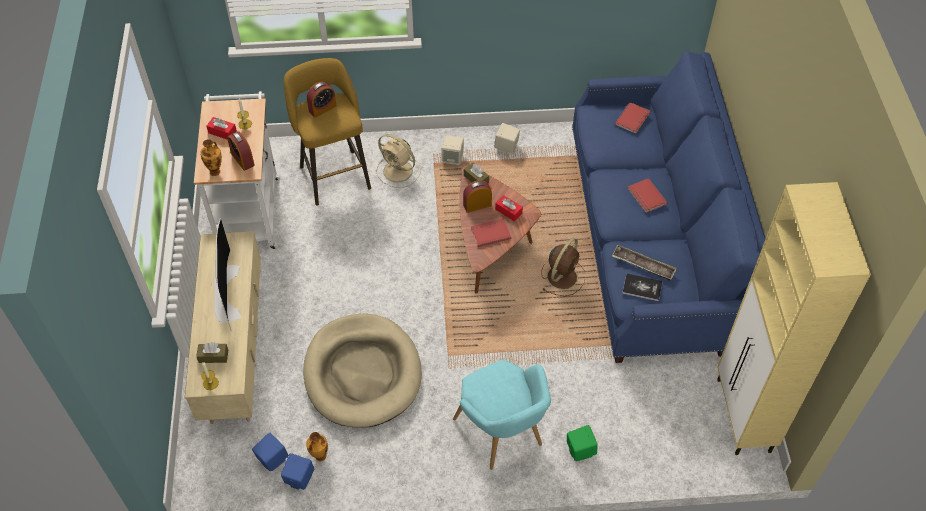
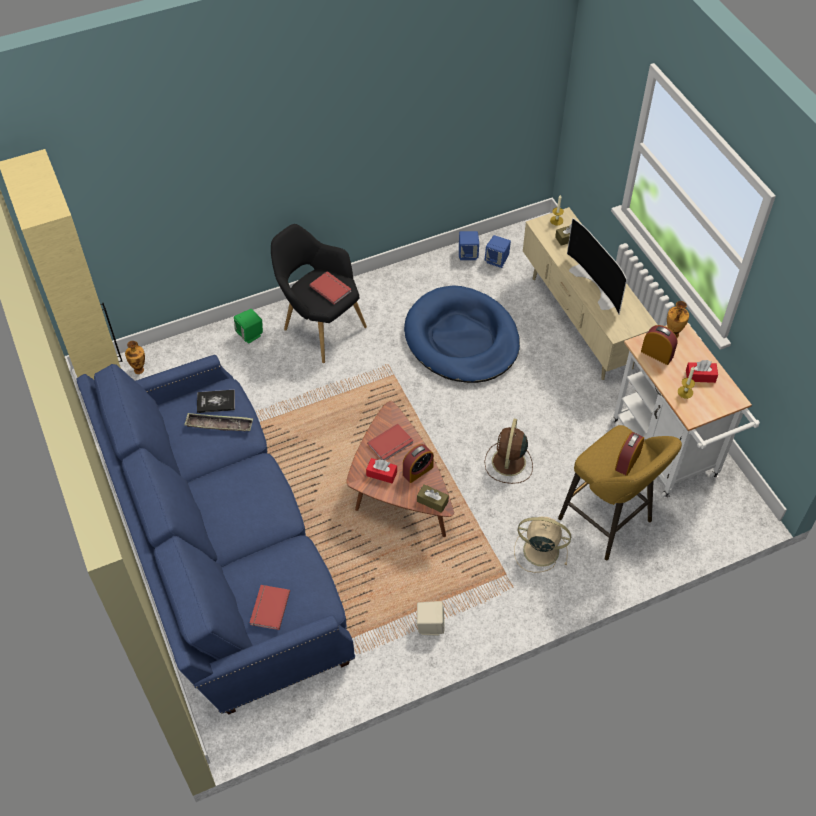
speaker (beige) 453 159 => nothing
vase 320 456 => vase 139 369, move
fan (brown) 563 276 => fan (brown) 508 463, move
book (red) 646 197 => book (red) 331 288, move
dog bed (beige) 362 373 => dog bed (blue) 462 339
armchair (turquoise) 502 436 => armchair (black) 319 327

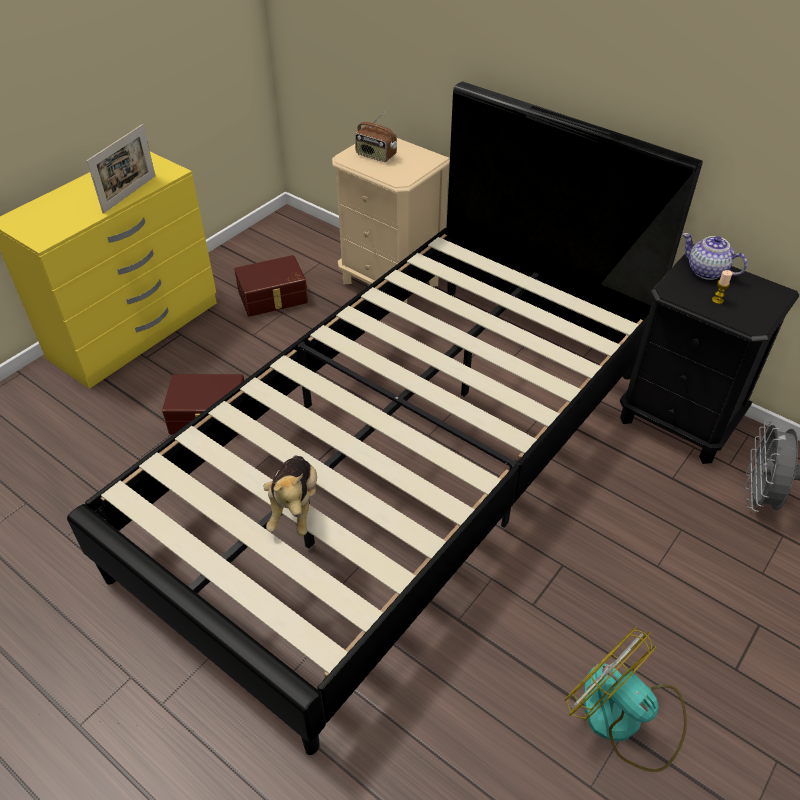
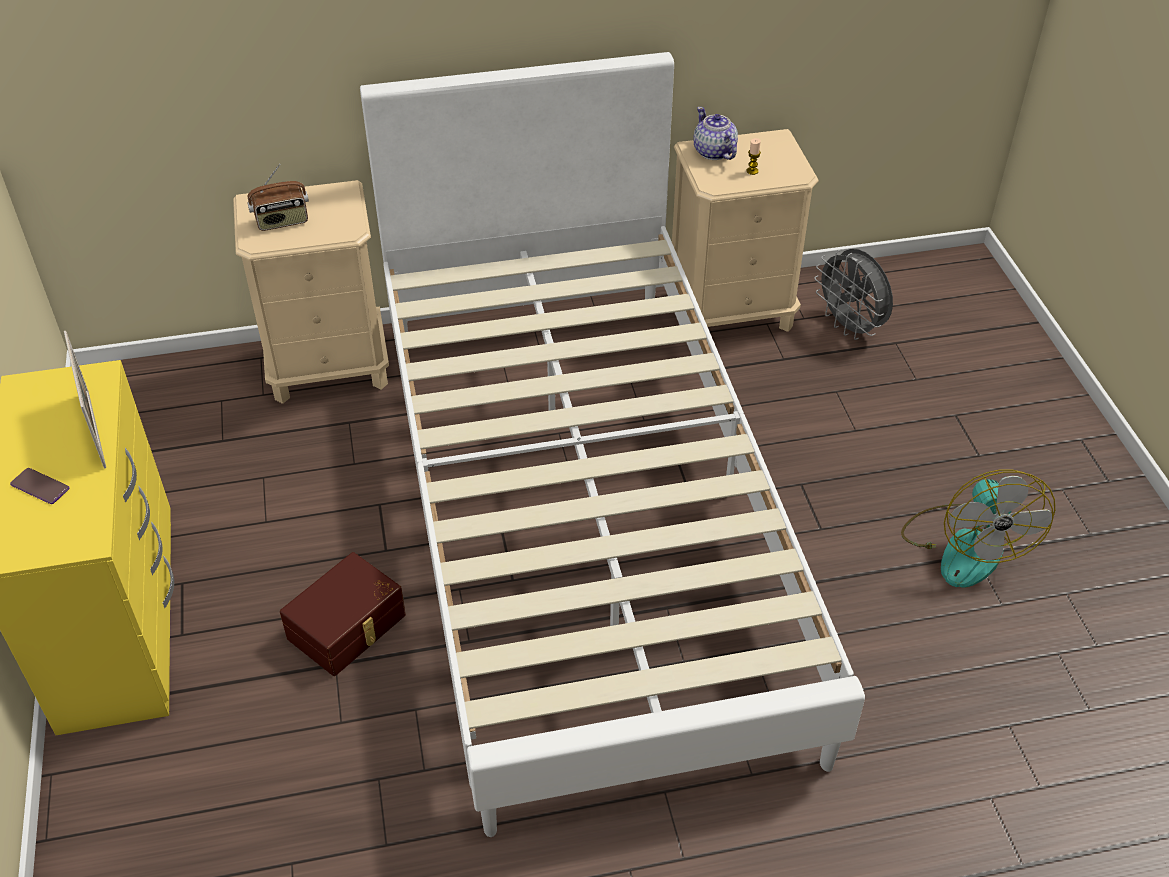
storage box (brown) 273 297 => nothing
plush toy 294 507 => nothing
nothing => phone 40 487
bed (black) 400 465 => bed (white) 584 516
nightstand (black) 678 421 => nightstand (beige) 731 311
fan 625 718 => fan 965 545, 90 degrees counterclockwise
teapot 707 271 => teapot 714 152, 75 degrees clockwise

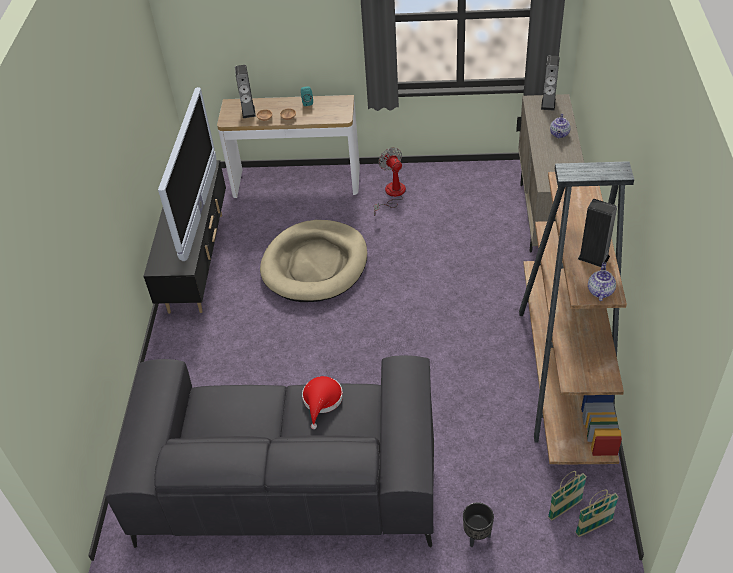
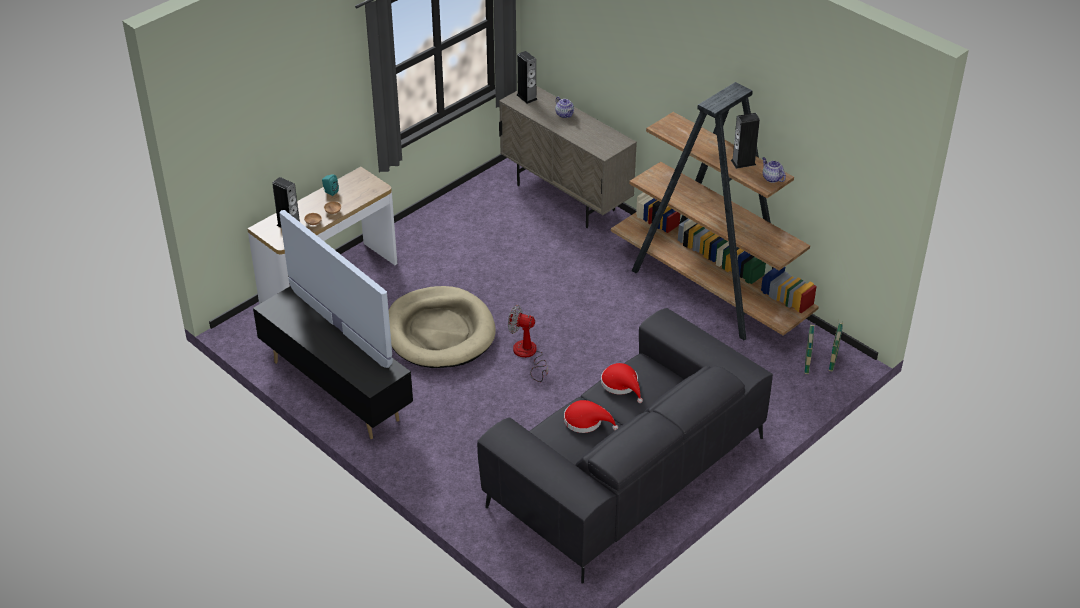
planter (black) 476 536 => nothing
nothing => hat (red) 586 421
fan 392 194 => fan 528 355, move

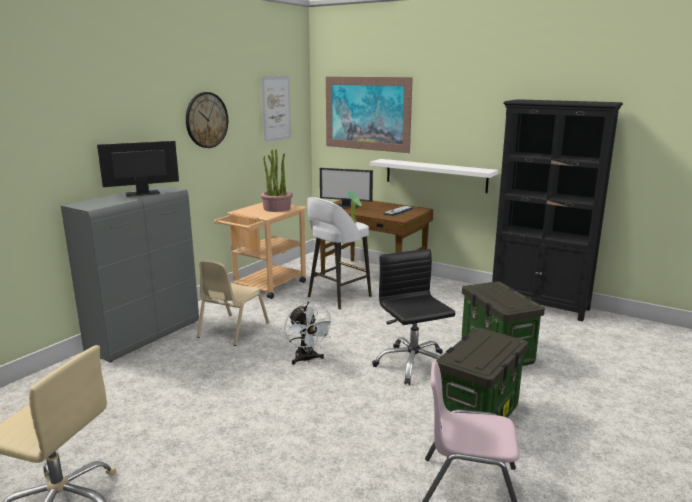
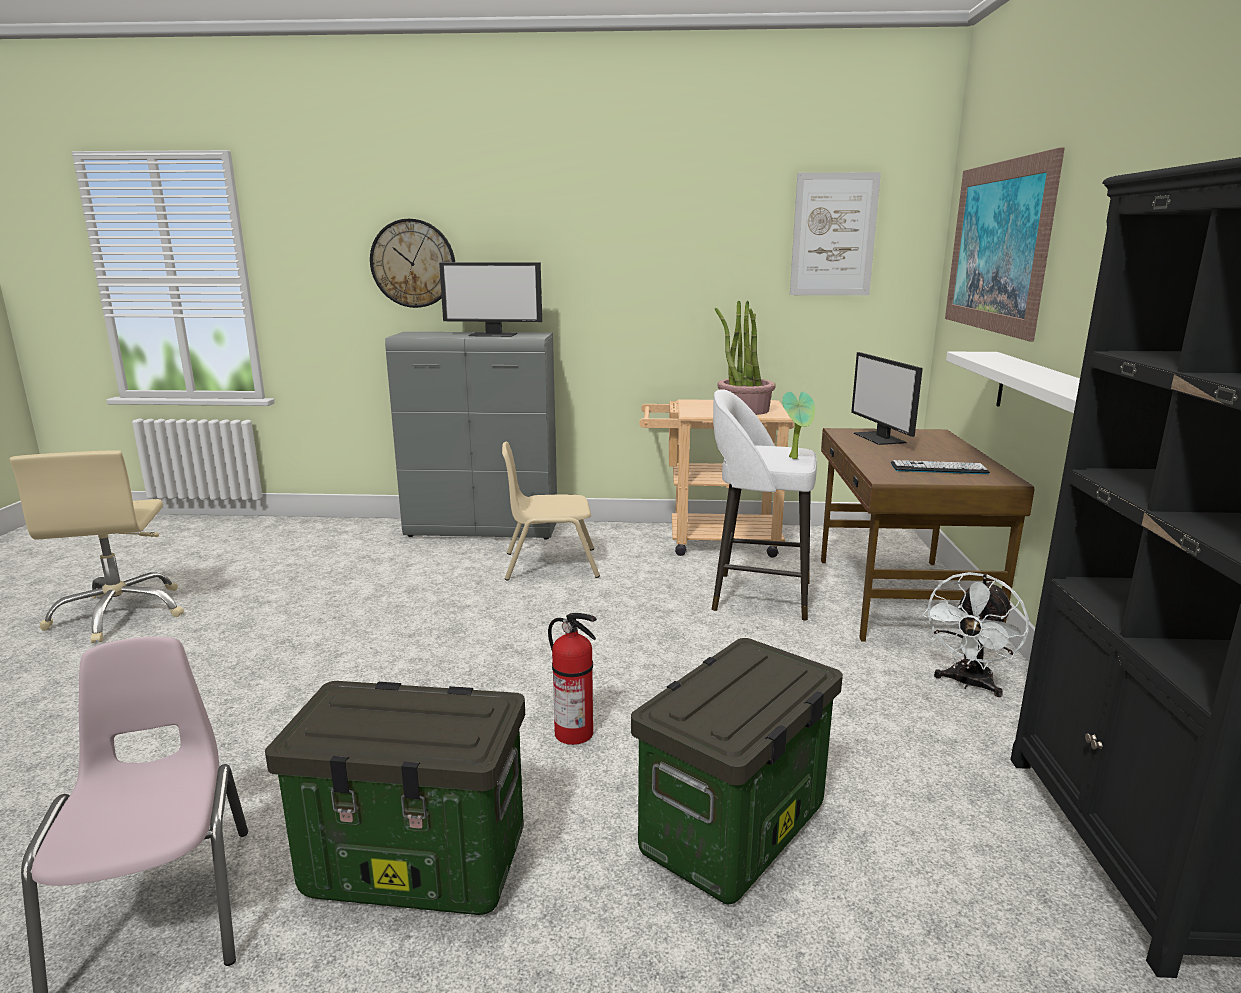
wall clock 206 120 => wall clock 413 263, move
fan (white) 307 359 => fan (white) 968 684, move
office chair (black) 412 364 => fire extinguisher 575 733
monitor 142 193 => monitor 494 334, 150 degrees clockwise

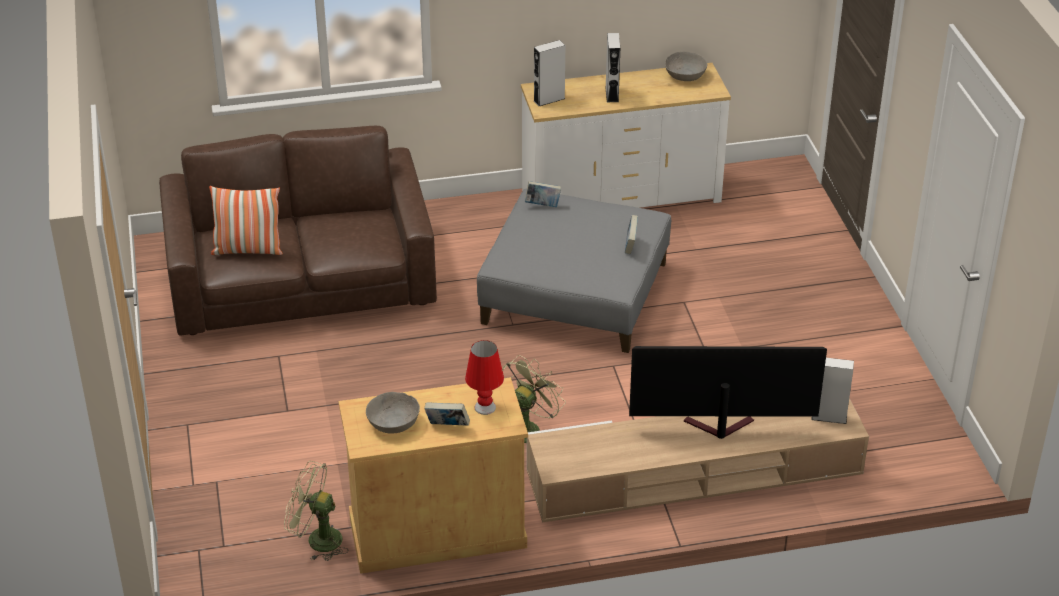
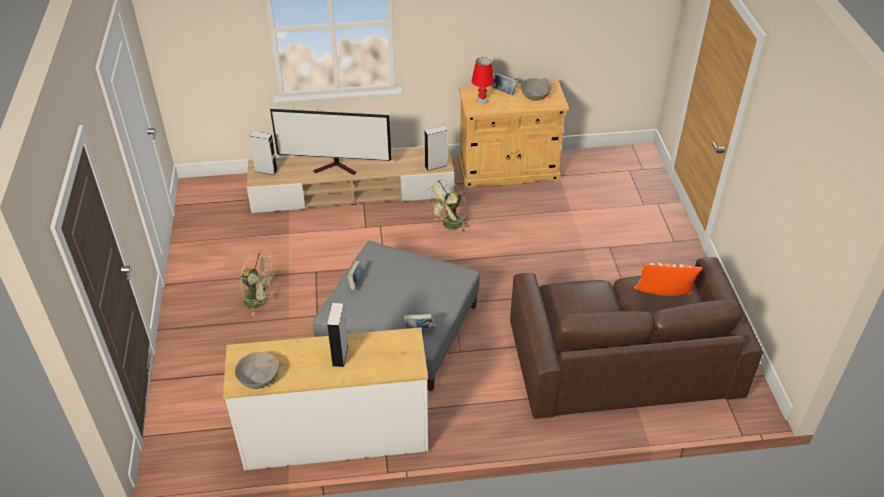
fan (green) 317 540 => fan (green) 260 301, move
speaker (grey) 549 99 => speaker (grey) 436 165, move

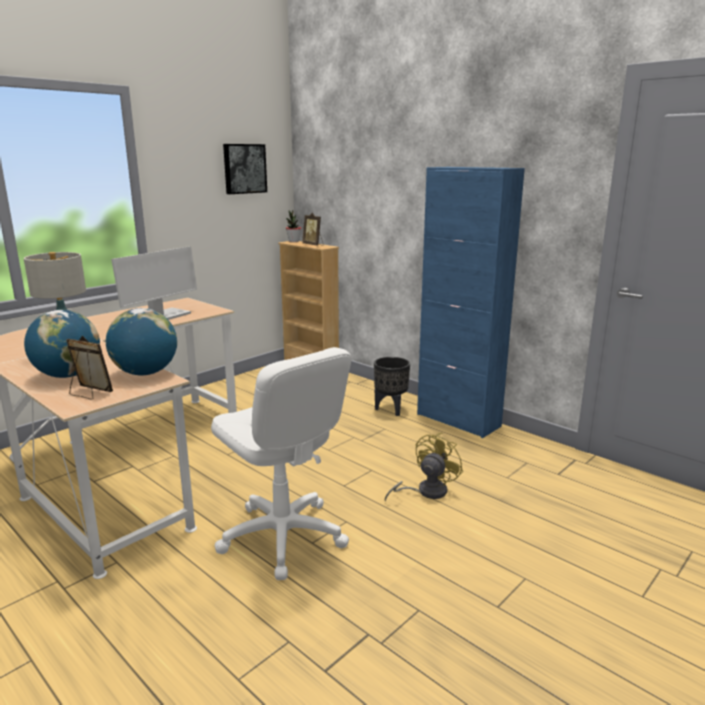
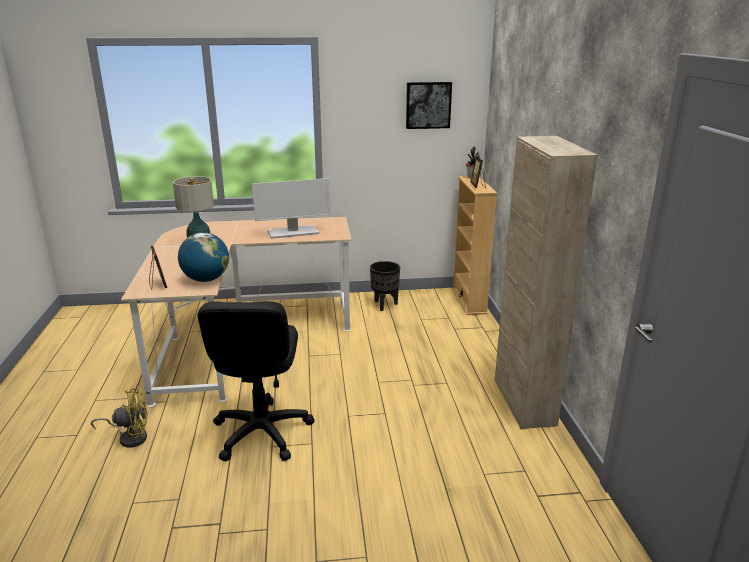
globe 68 375 => nothing
planter (black) 391 409 => planter (black) 385 305, move
fan (yellow) 425 492 => fan (yellow) 130 437, move
office chair (white) 282 537 => office chair (black) 261 432
cabinet (blue) 458 420 => cabinet (beige) 524 402

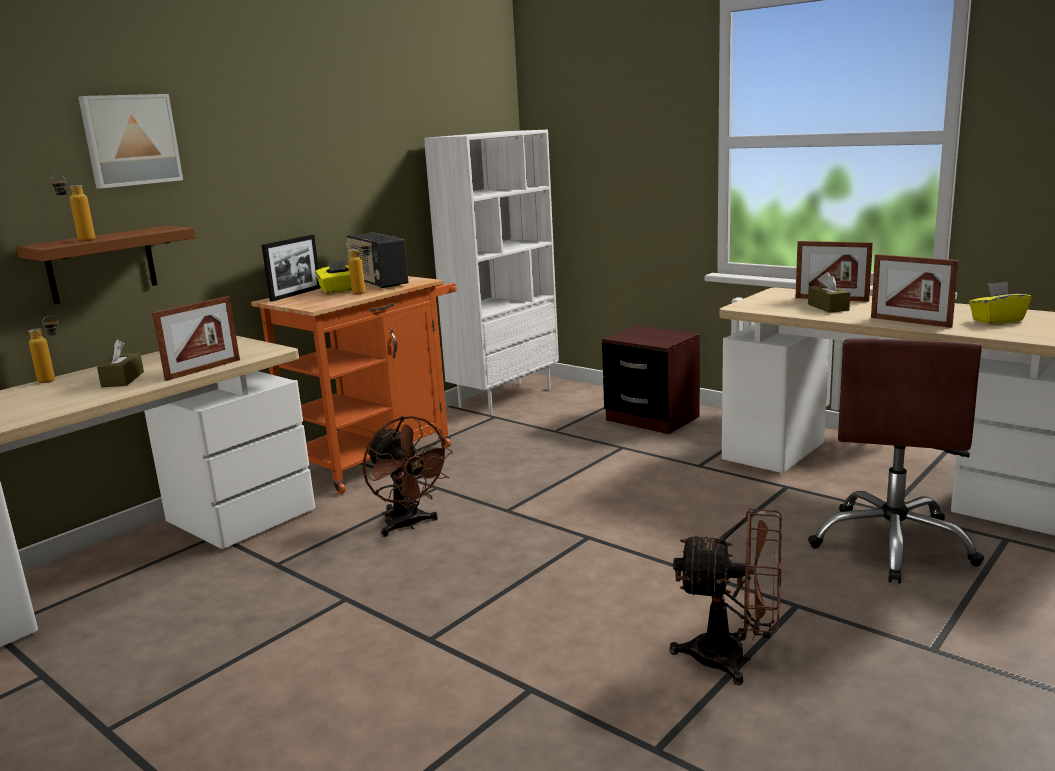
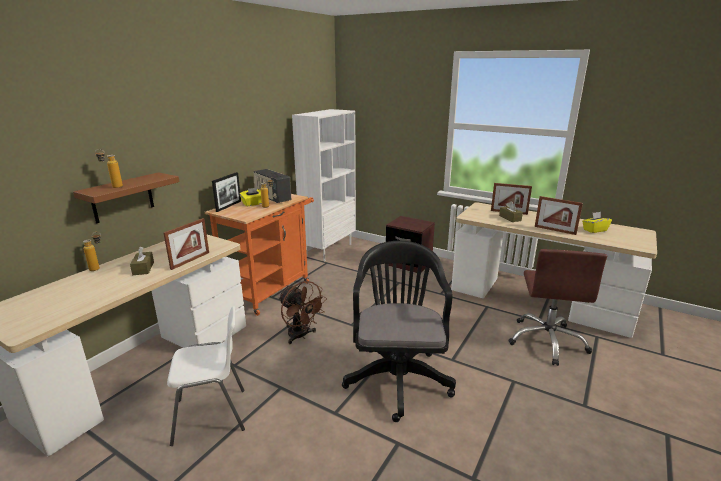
picture 130 140 => nothing
fan (brown) 733 658 => nothing
nothing => chair (white) 212 415
nothing => office chair (black) 397 376

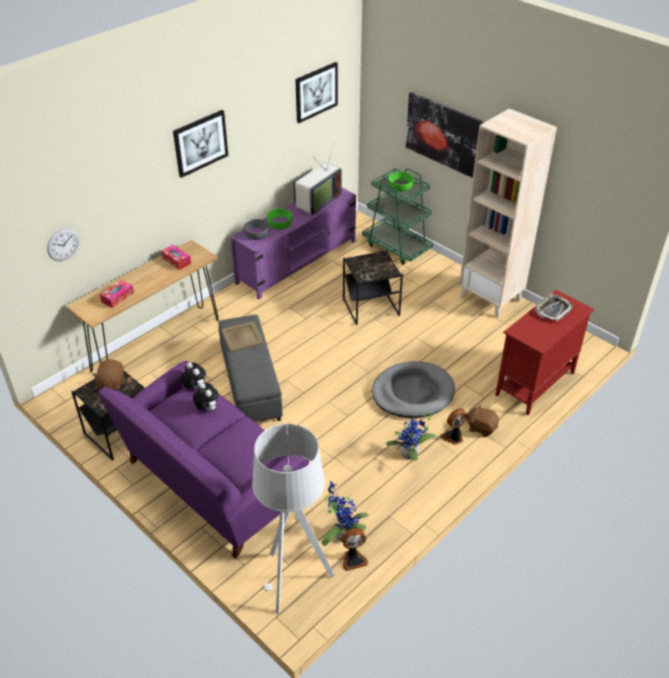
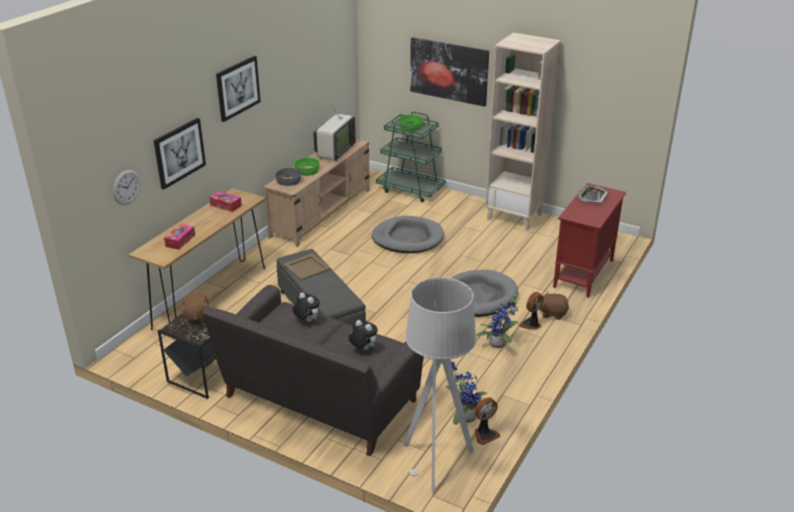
plush toy 194 387 => plush toy 363 348, move
picture 316 92 => picture 179 152, move
side table (black) 370 307 => dog bed (grey) 408 238
sofa (purple) 211 484 => sofa (grey) 318 400
tv stand (purple) 297 261 => tv stand (beige) 321 212

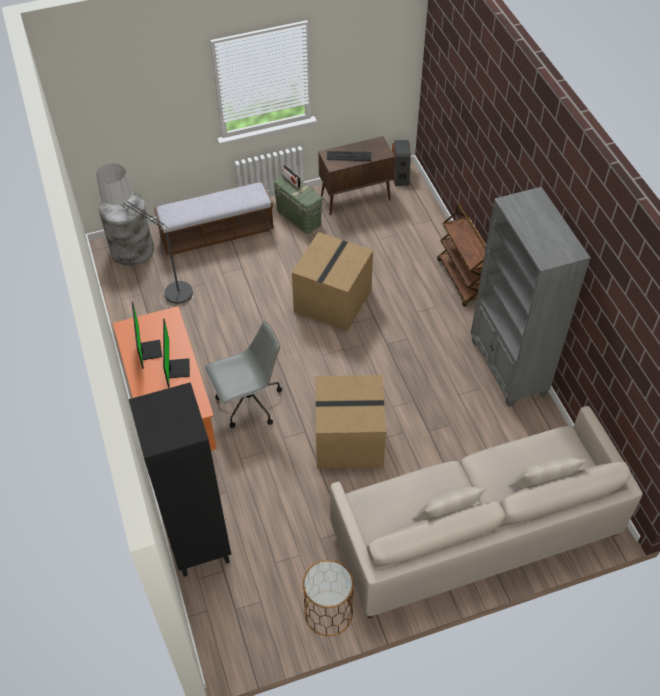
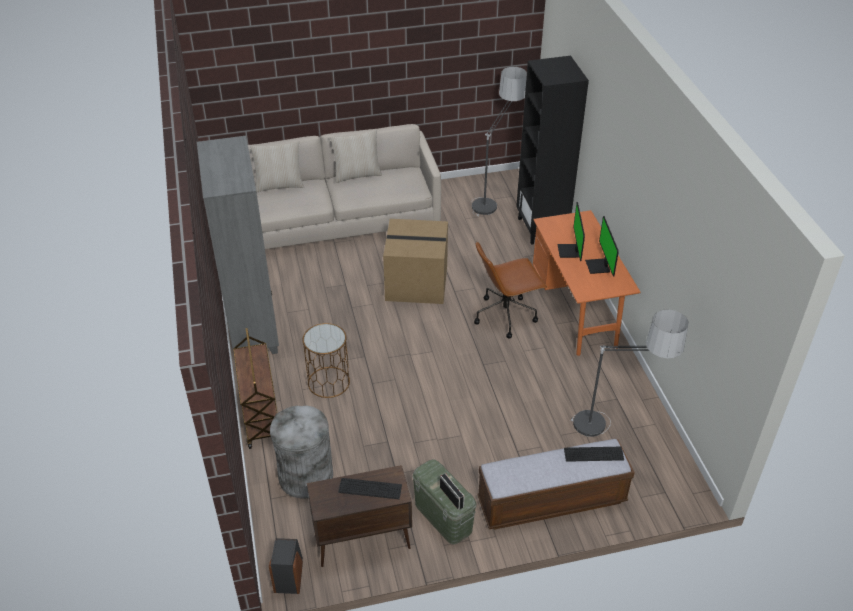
cardboard box 333 301 => nothing
nothing => floor lamp 494 197
nothing => keyboard 593 454
trash can (grey) 132 250 => trash can (grey) 305 476, move
side table (brown) 328 613 => side table (brown) 329 382, move
office chair (grey) 248 403 => office chair (brown) 506 315

